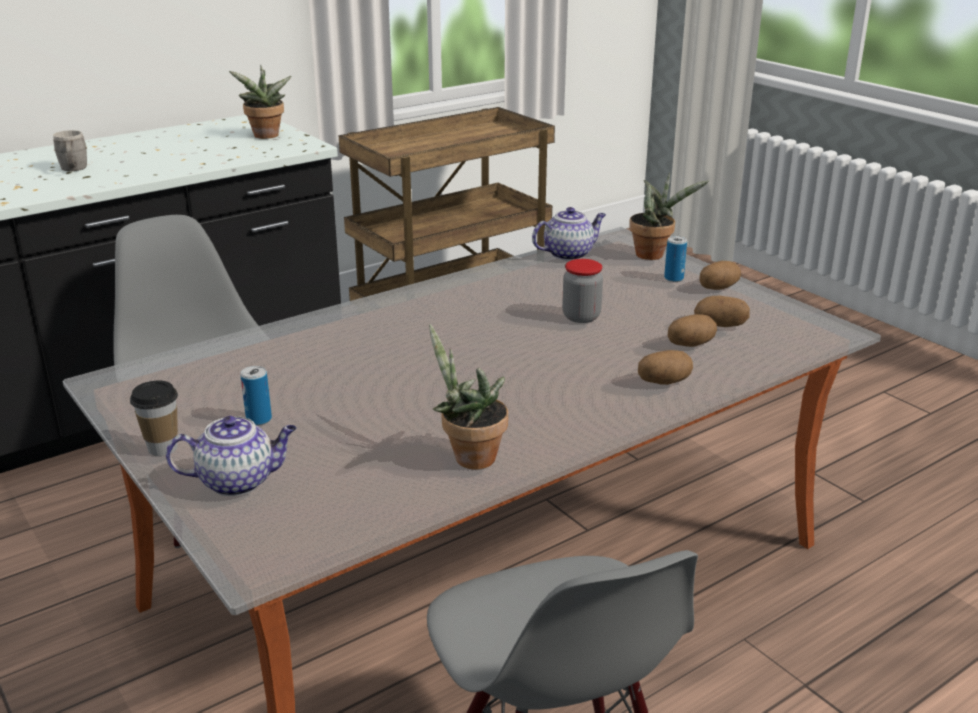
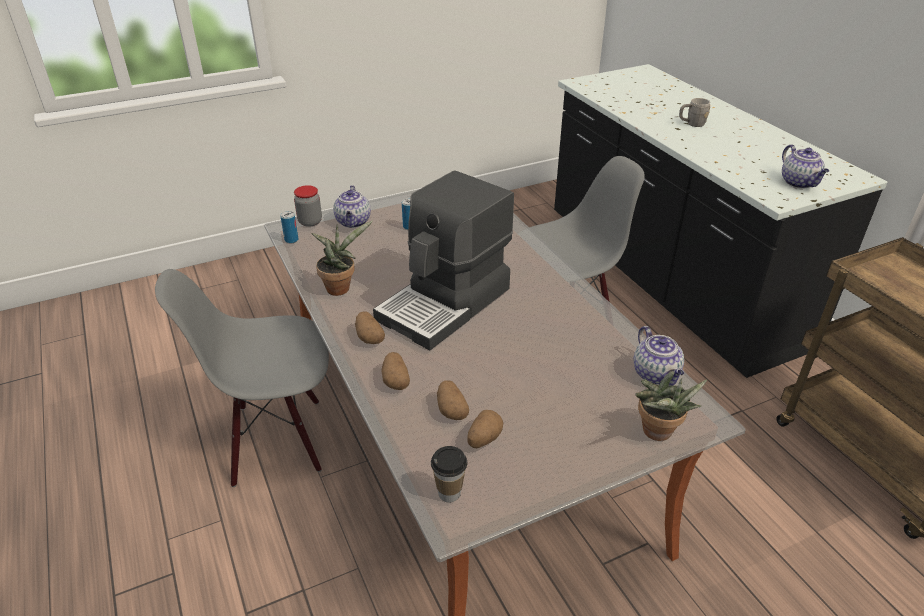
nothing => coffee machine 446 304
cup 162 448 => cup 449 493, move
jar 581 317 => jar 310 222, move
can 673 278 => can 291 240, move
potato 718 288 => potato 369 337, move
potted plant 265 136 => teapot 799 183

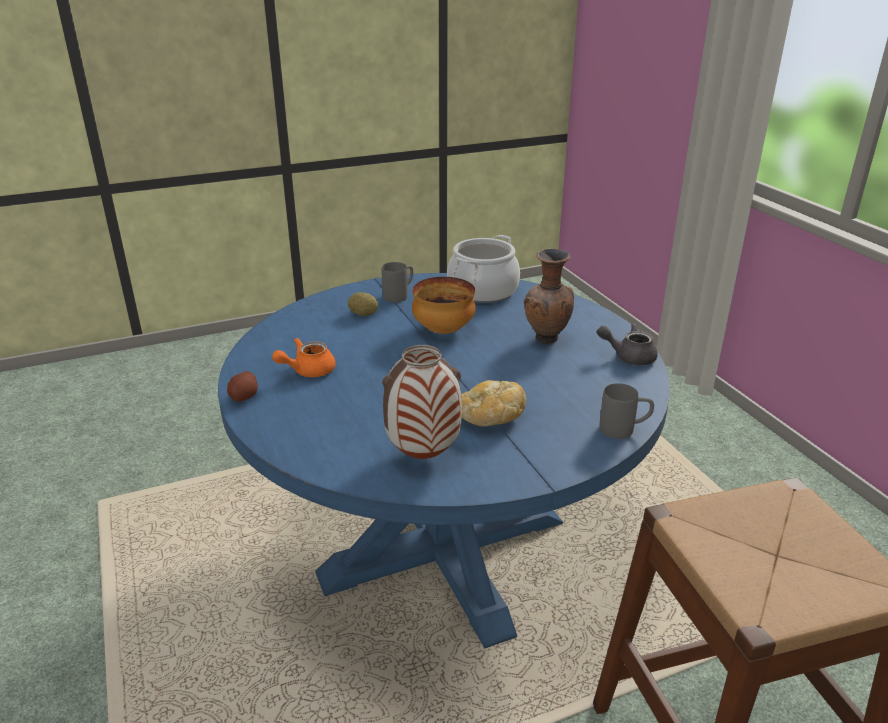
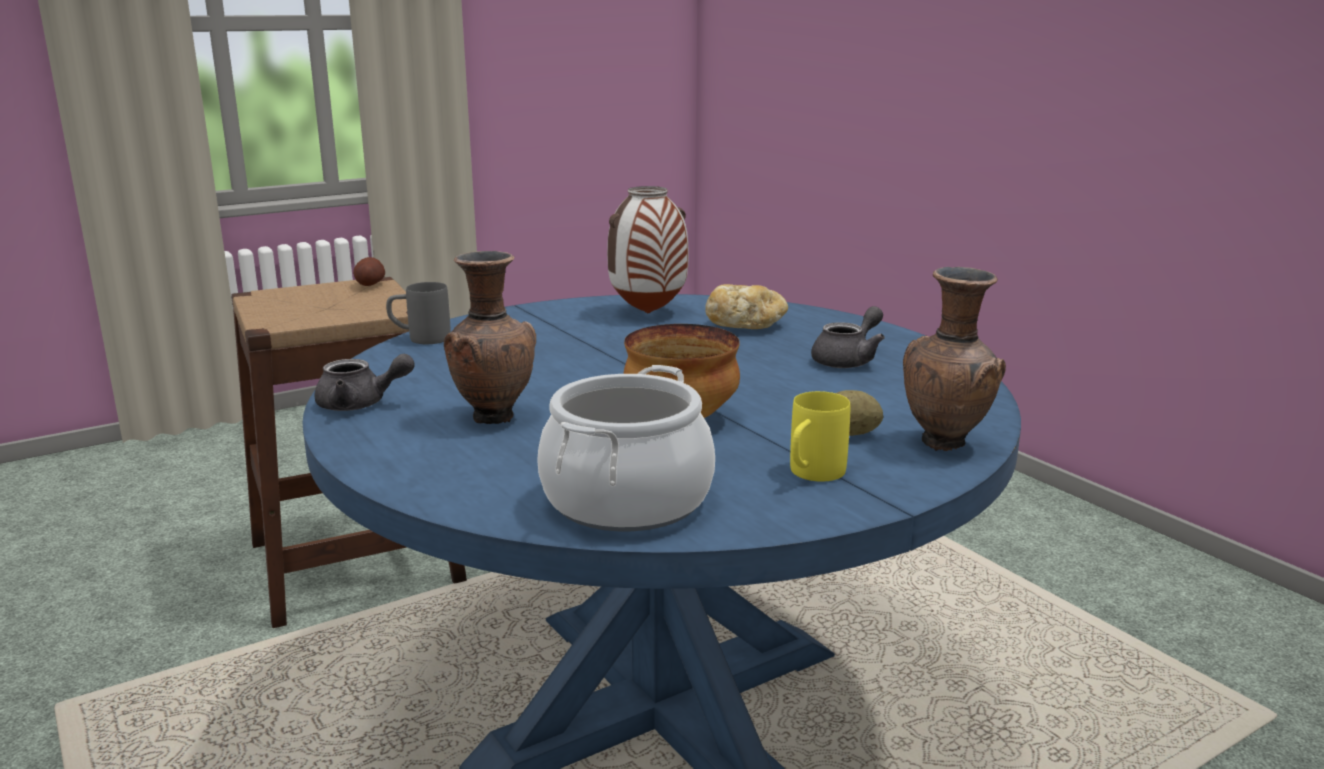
nothing => vase (brown) 946 444
potato 244 397 => potato 370 284, move
bread 489 418 => bread 745 326, move
teapot (orange) 308 371 => teapot (grey) 848 360
mug (grey) 399 295 => mug (yellow) 811 475

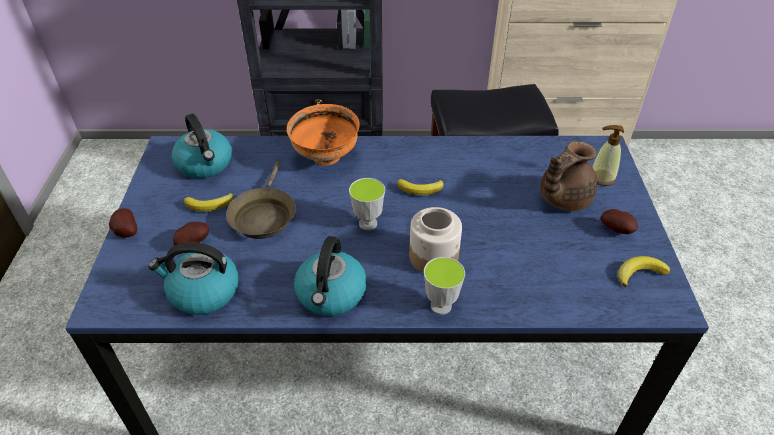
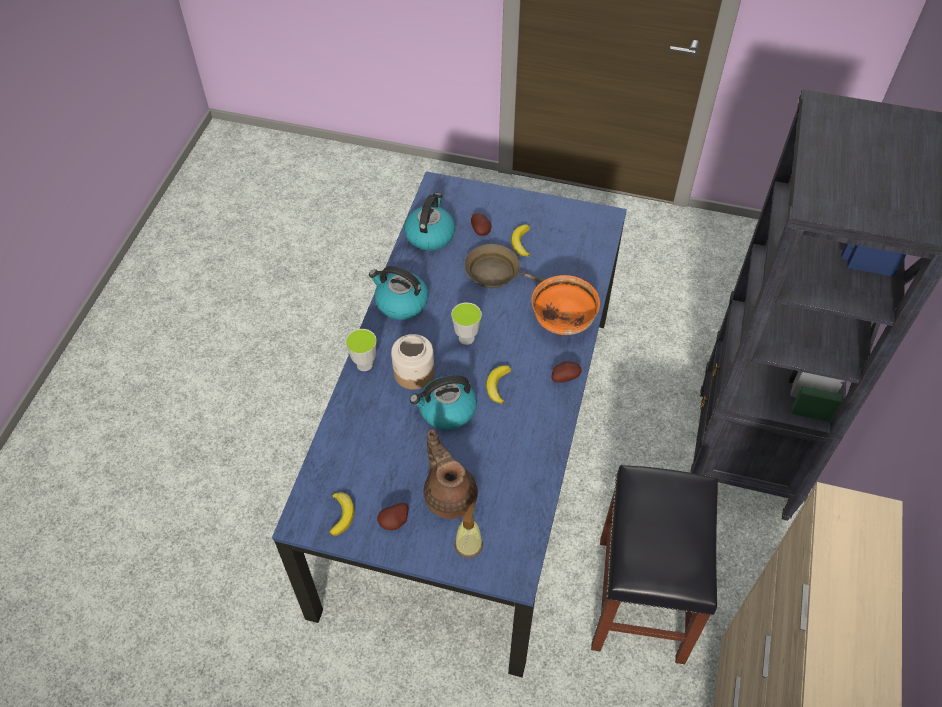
potato 125 232 => potato 564 377, move
kettle 205 164 => kettle 446 410, move

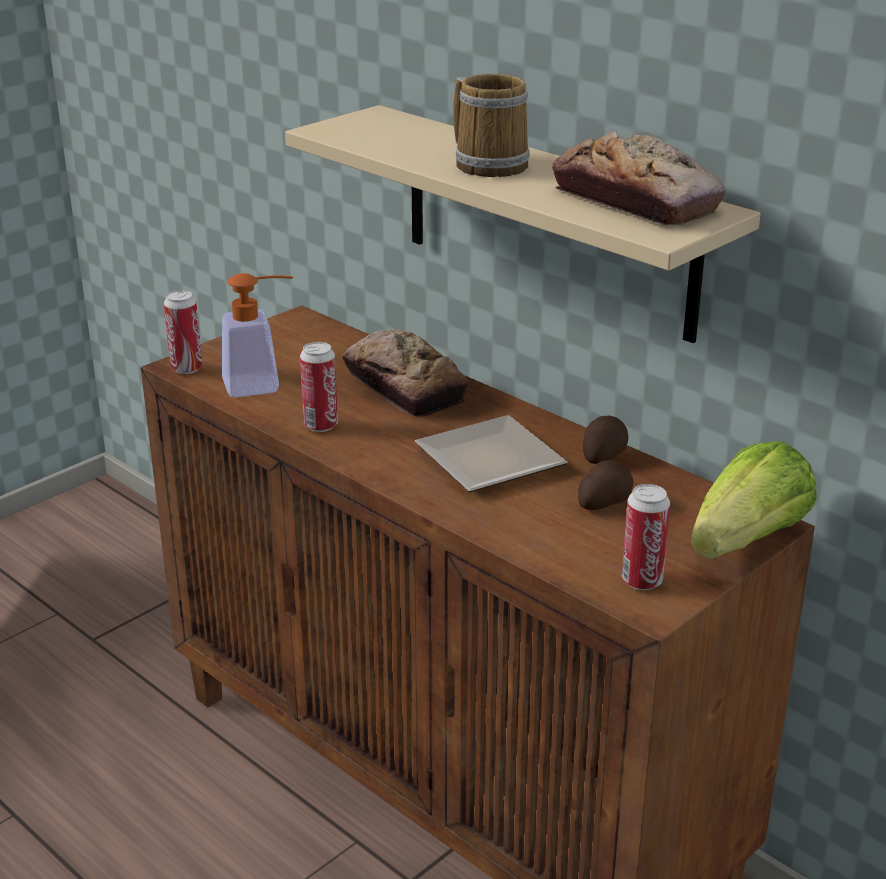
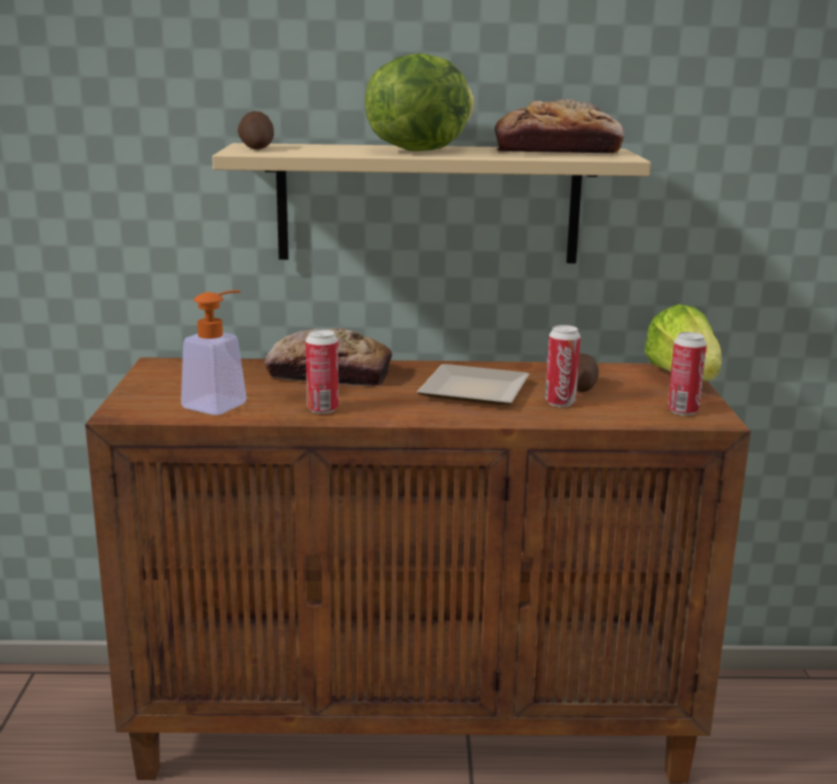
can 186 368 => can 560 403, move
potato 602 455 => potato 256 148, move
mug 490 163 => lettuce 418 150

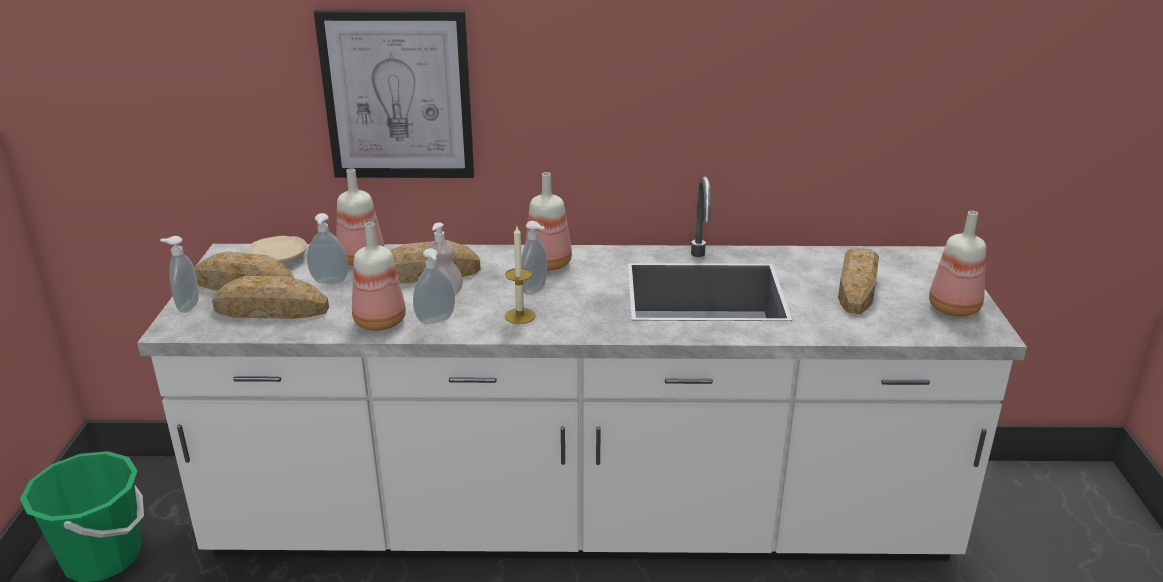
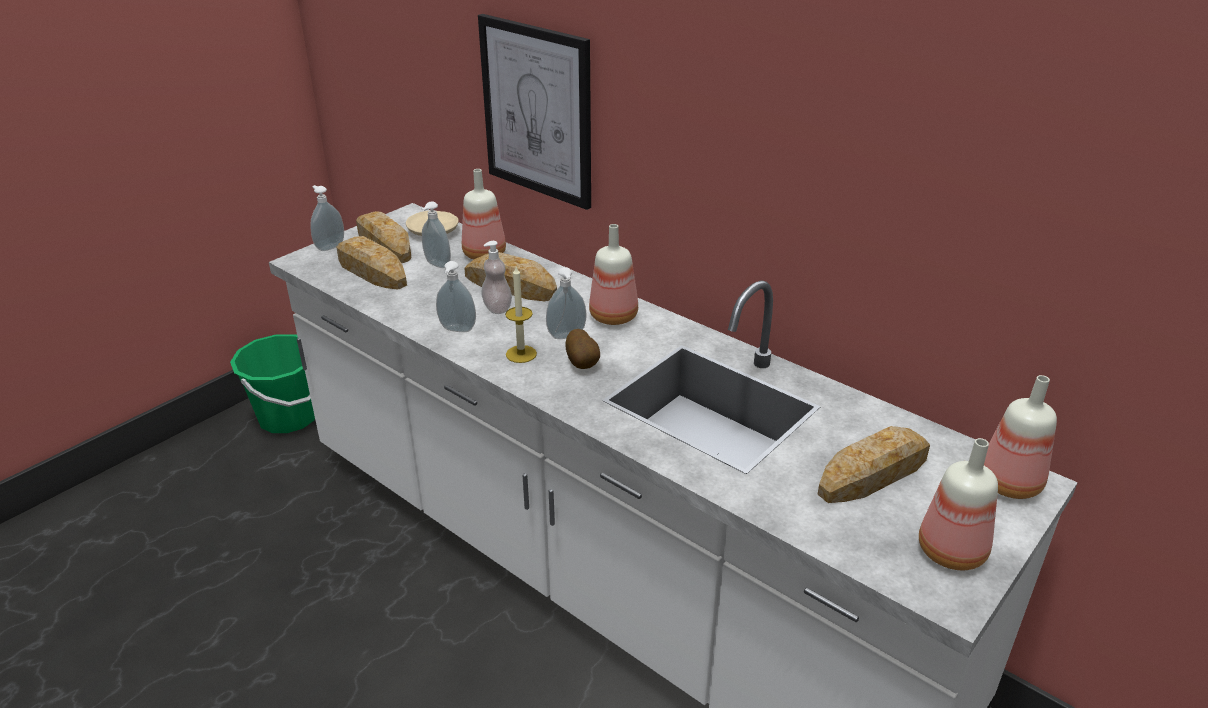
nothing => potato 583 364
bottle 380 323 => bottle 1009 485, move

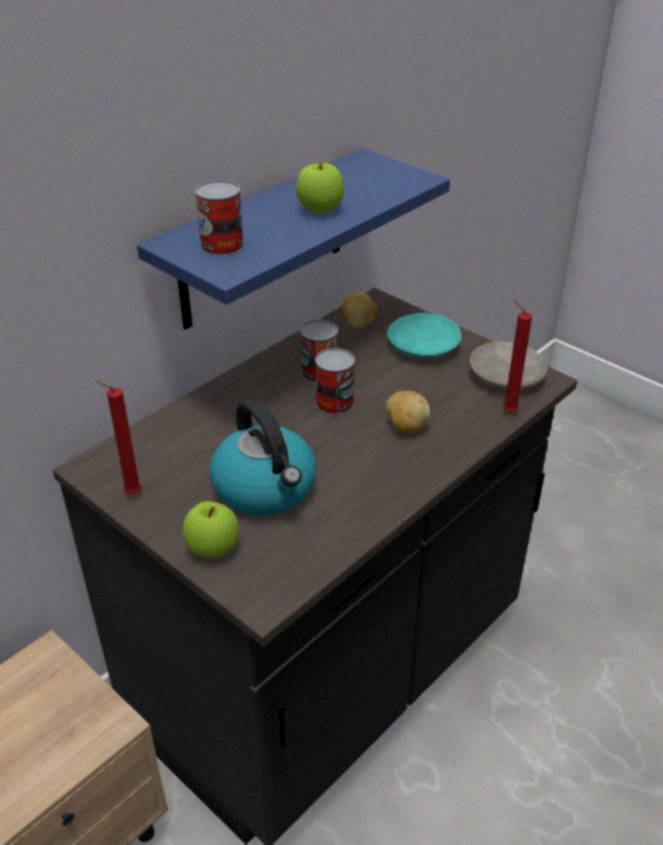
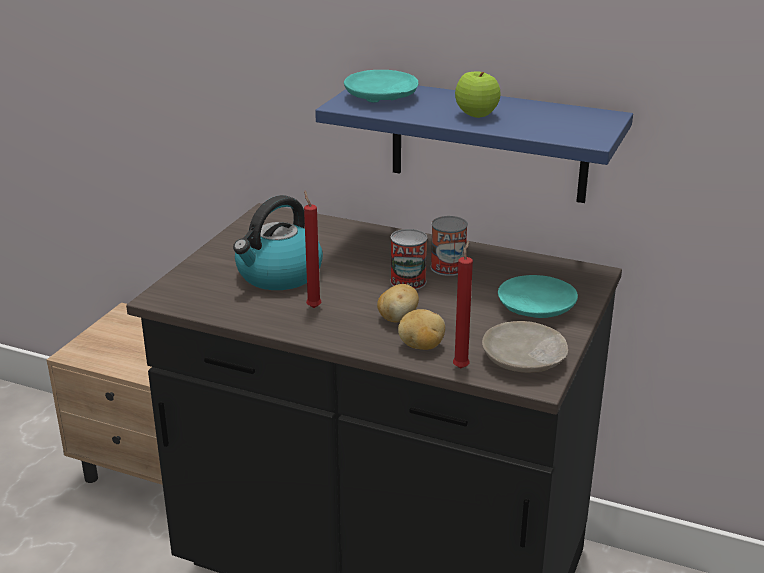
apple 213 548 => nothing
candle (red) 130 494 => candle (red) 313 306, move
potato 359 324 => potato 421 346, move
can 222 245 => plate (turquoise) 381 97

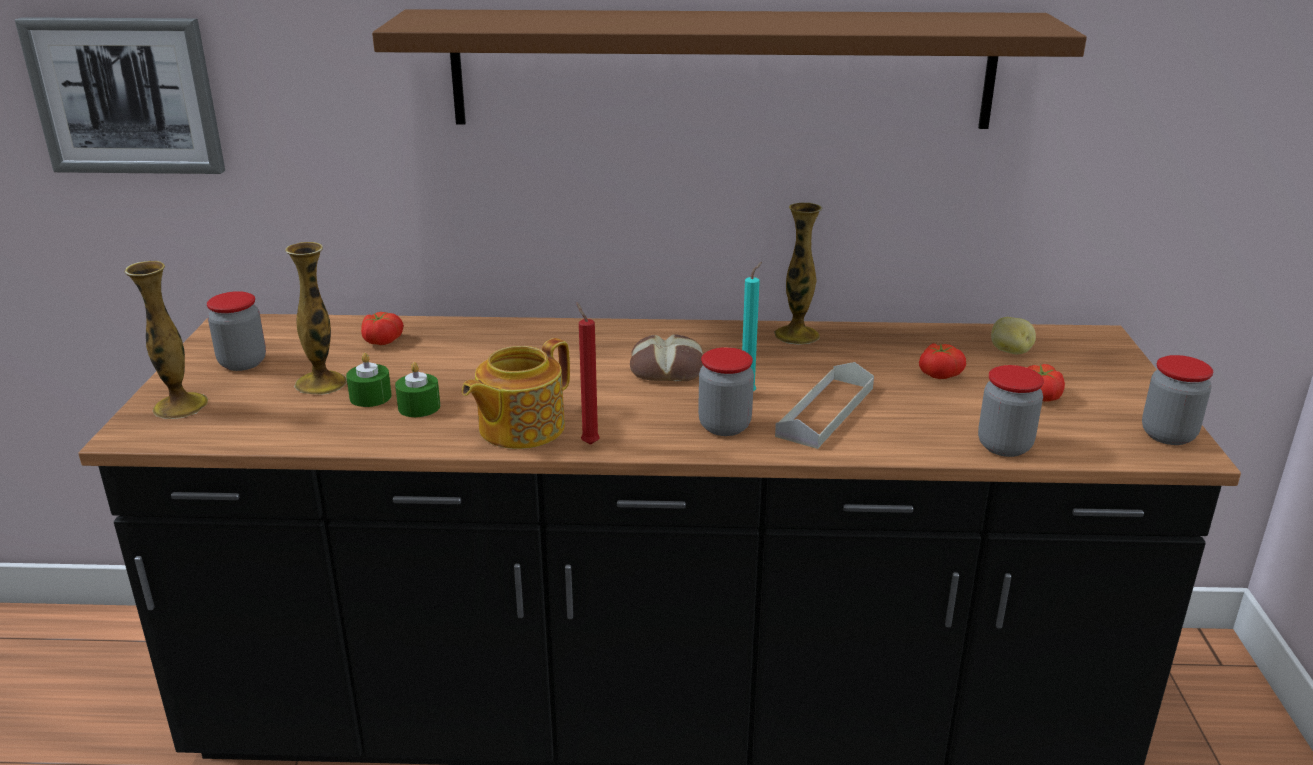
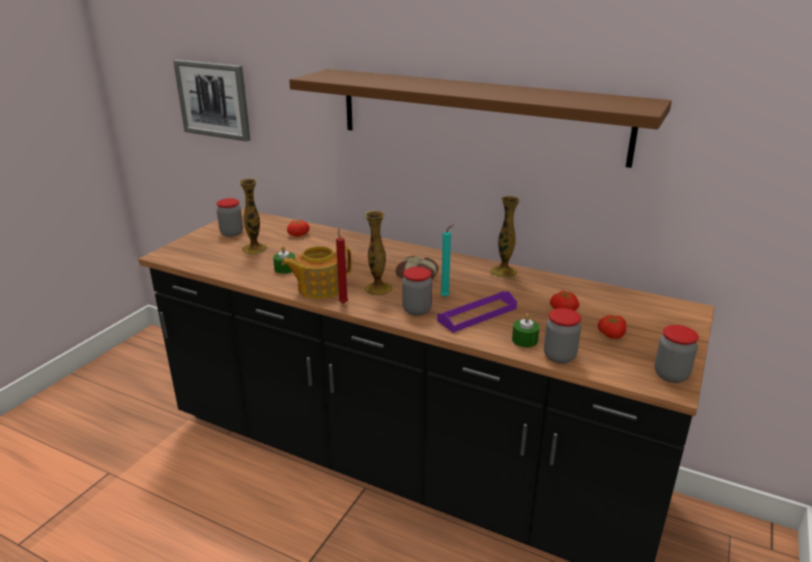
potato 1010 351 => nothing
vase 180 406 => vase 378 289, move
candle (green) 370 397 => candle (green) 524 340, move
tray (grey) 825 411 => tray (purple) 477 314

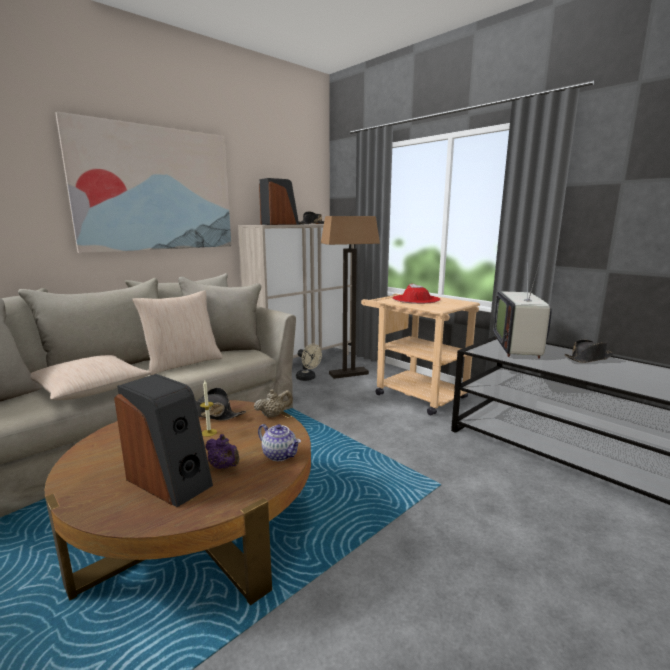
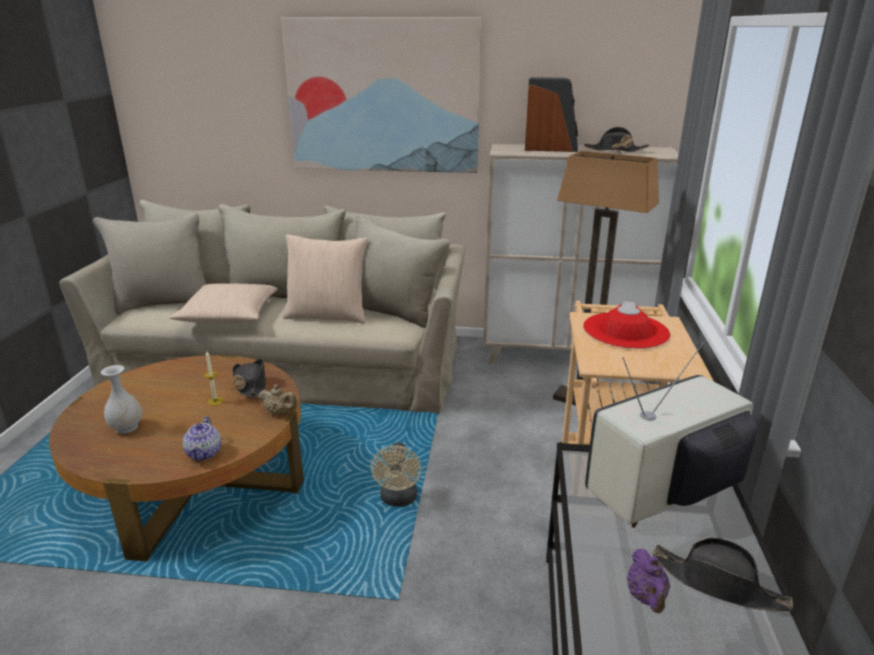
teapot (purple) 224 467 => teapot (purple) 646 598, move
fan (beige) 308 378 => fan (beige) 398 500, move
speaker 170 481 => vase (white) 127 427

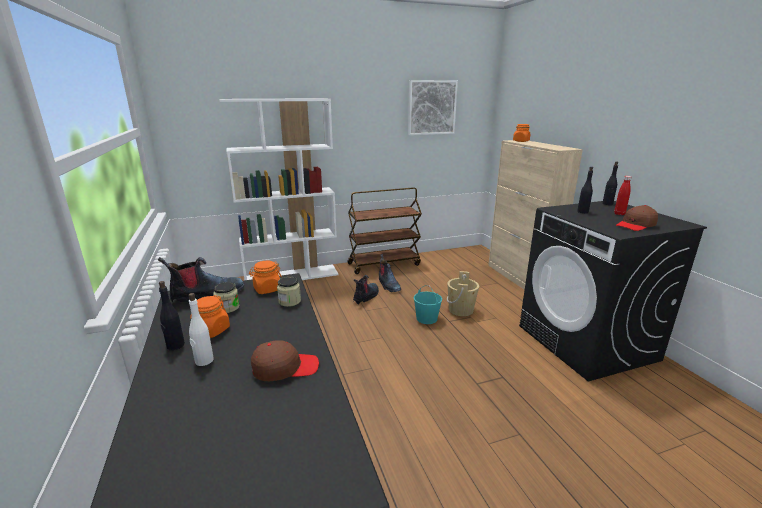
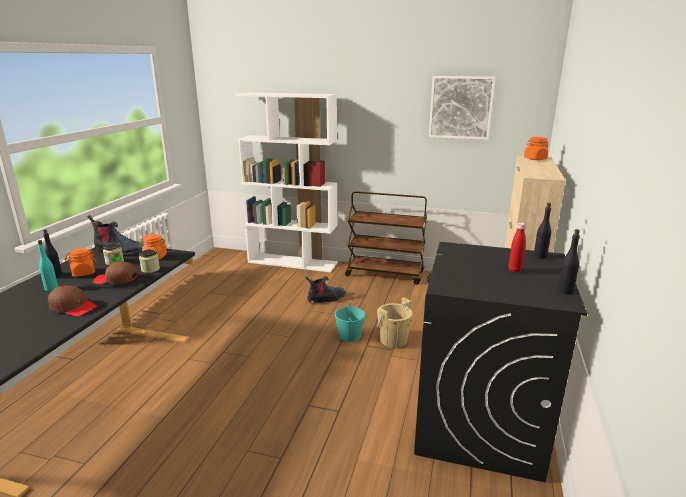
boot 388 285 => nothing
bottle (black) 582 212 => bottle (black) 565 291, move
cap (brown) 636 225 => cap (brown) 116 279, move
bottle (white) 204 361 => bottle (turquoise) 51 288

